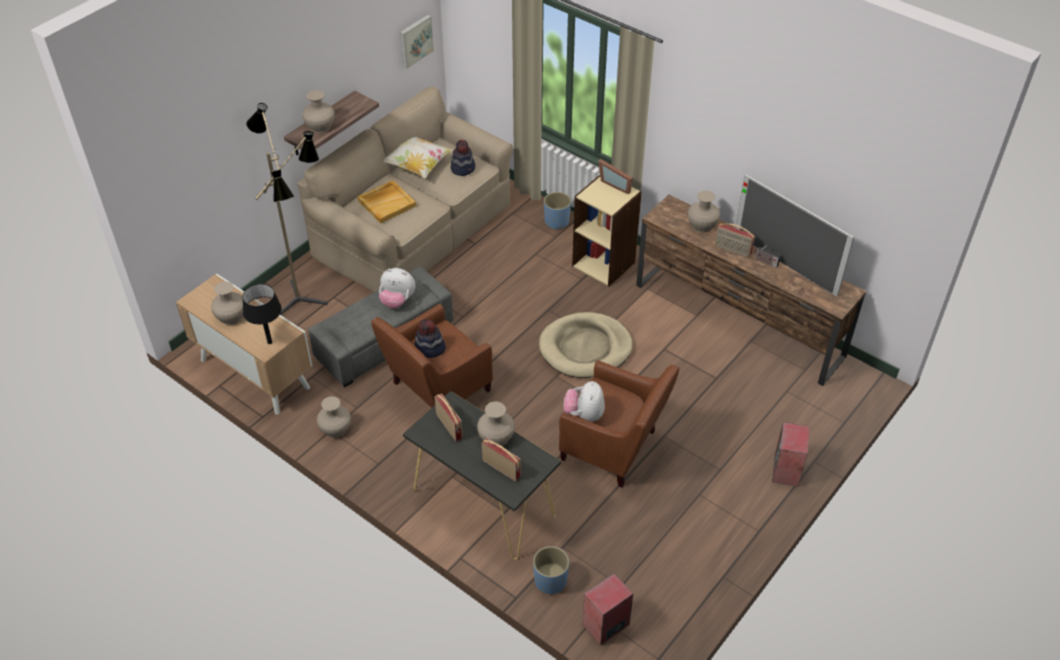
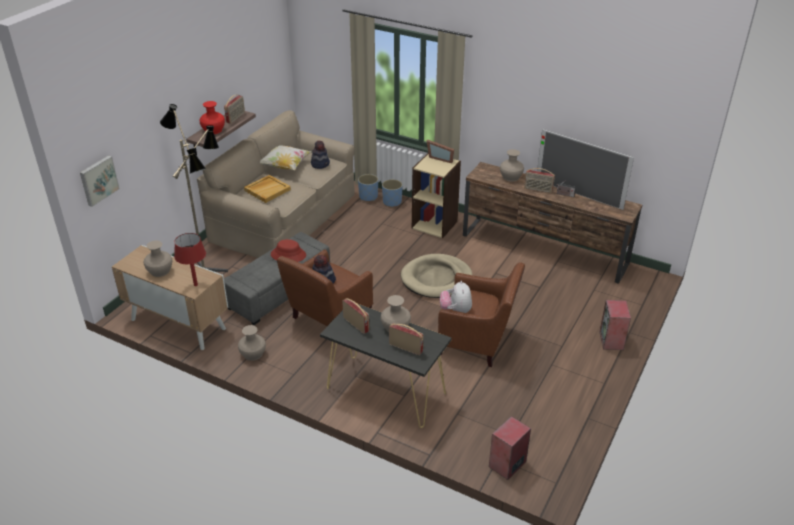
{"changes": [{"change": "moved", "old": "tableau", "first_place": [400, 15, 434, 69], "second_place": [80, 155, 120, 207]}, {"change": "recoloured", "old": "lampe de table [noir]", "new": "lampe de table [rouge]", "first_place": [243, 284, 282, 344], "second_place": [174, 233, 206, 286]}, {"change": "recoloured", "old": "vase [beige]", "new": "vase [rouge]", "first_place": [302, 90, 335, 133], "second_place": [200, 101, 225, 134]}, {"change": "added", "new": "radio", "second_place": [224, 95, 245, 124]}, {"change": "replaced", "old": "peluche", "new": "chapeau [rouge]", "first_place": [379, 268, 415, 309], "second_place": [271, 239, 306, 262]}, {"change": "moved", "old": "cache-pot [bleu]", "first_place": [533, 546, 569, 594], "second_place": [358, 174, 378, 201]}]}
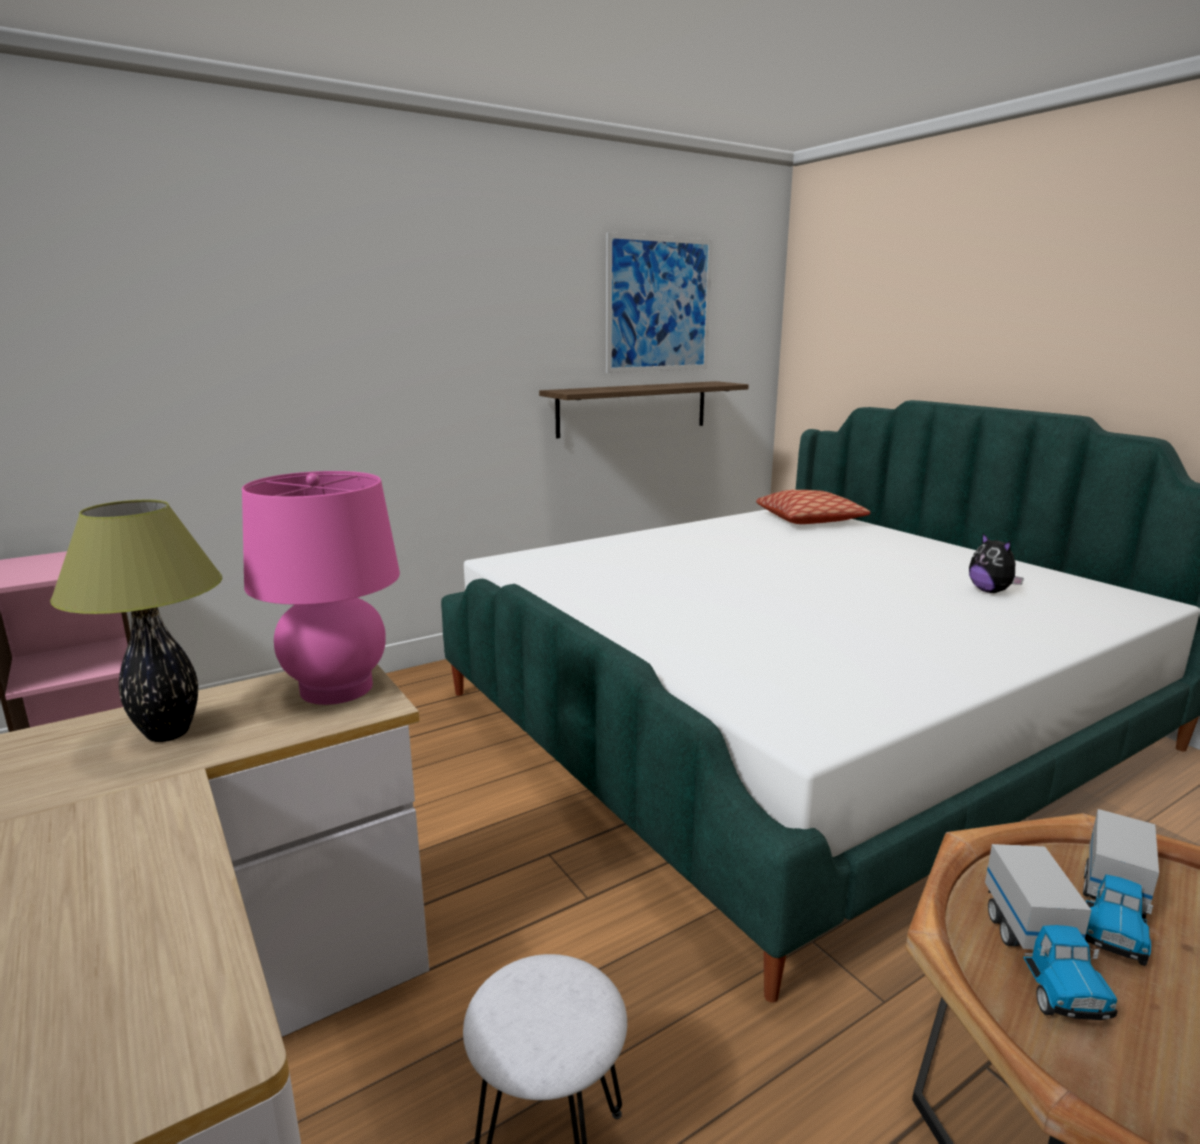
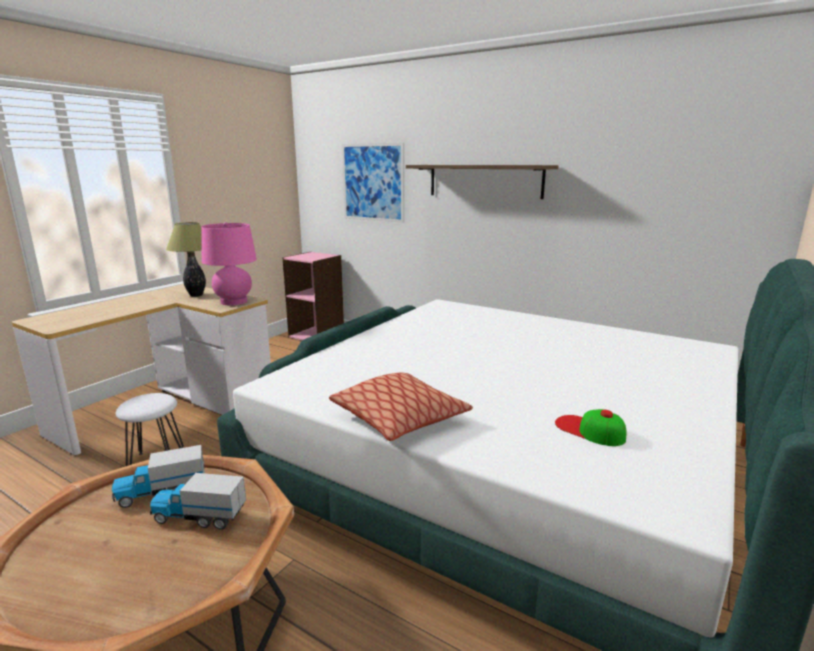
{"changes": [{"change": "moved", "old": "coussin", "first_place": [756, 490, 871, 524], "second_place": [329, 372, 473, 441]}, {"change": "moved", "old": "tableau", "first_place": [606, 232, 713, 373], "second_place": [342, 142, 404, 223]}, {"change": "moved", "old": "étagère", "first_place": [539, 381, 749, 438], "second_place": [406, 165, 558, 199]}, {"change": "replaced", "old": "peluche", "new": "casquette", "first_place": [969, 533, 1024, 593], "second_place": [555, 409, 626, 446]}]}
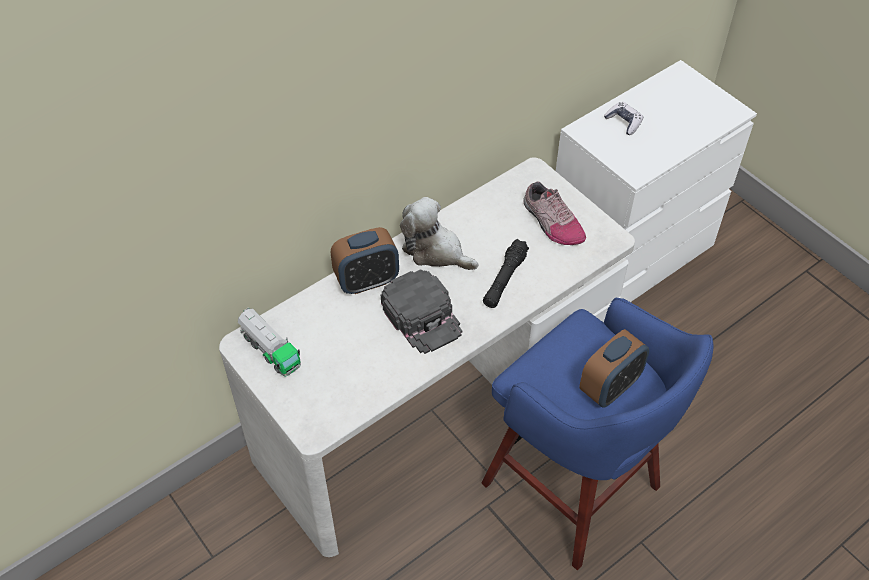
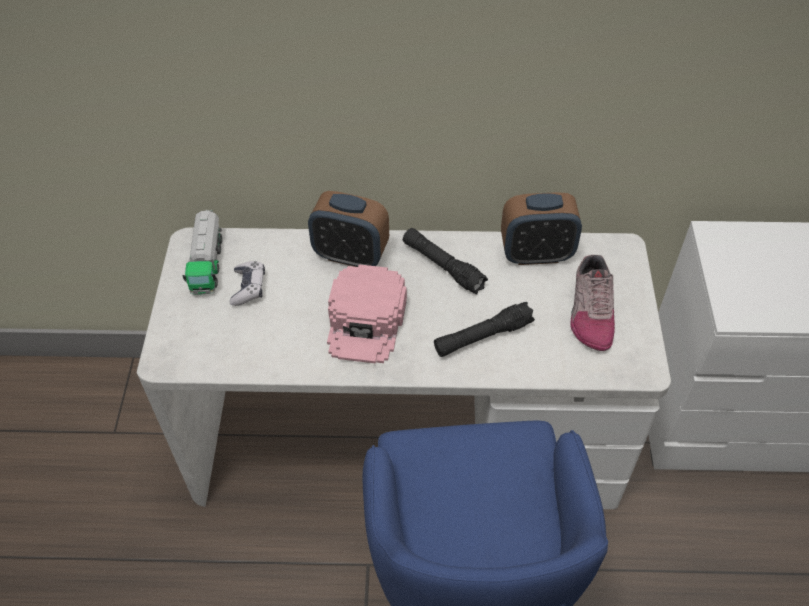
{"changes": [{"change": "moved", "old": "manette", "first_place": [604, 102, 643, 135], "second_place": [229, 261, 265, 306]}, {"change": "recoloured", "old": "casquette [noir]", "new": "casquette [rose]", "first_place": [381, 269, 462, 354], "second_place": [327, 264, 407, 364]}, {"change": "replaced", "old": "peluche", "new": "lampe de poche [noir]", "first_place": [400, 197, 479, 270], "second_place": [403, 228, 488, 295]}, {"change": "moved", "old": "réveil", "first_place": [579, 329, 649, 408], "second_place": [501, 192, 582, 265]}]}
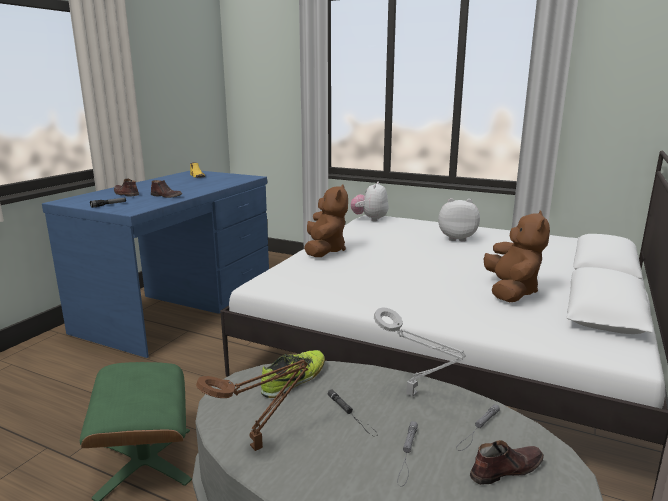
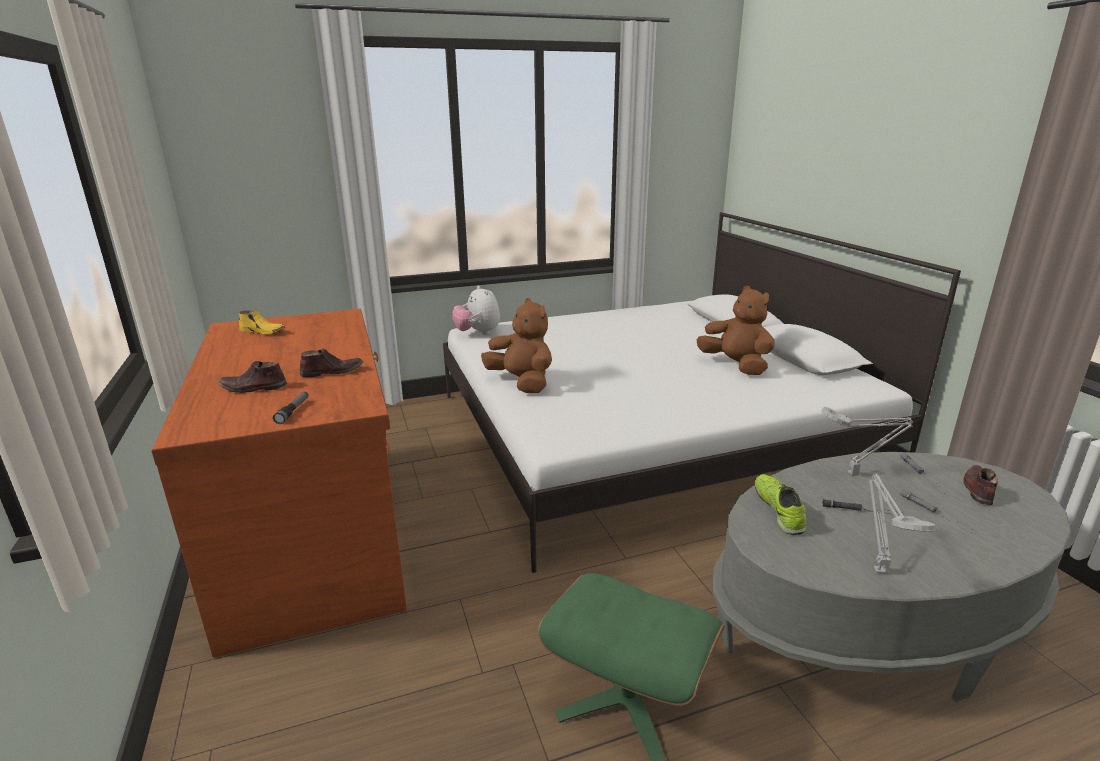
{"changes": [{"change": "recoloured", "old": "bureau [bleu]", "new": "bureau [marron]", "first_place": [42, 171, 269, 358], "second_place": [152, 309, 407, 658]}, {"change": "recoloured", "old": "lampe de table [marron]", "new": "lampe de table [gris]", "first_place": [196, 359, 308, 451], "second_place": [869, 474, 936, 574]}, {"change": "removed", "old": "peluche", "first_place": [438, 198, 480, 242]}]}
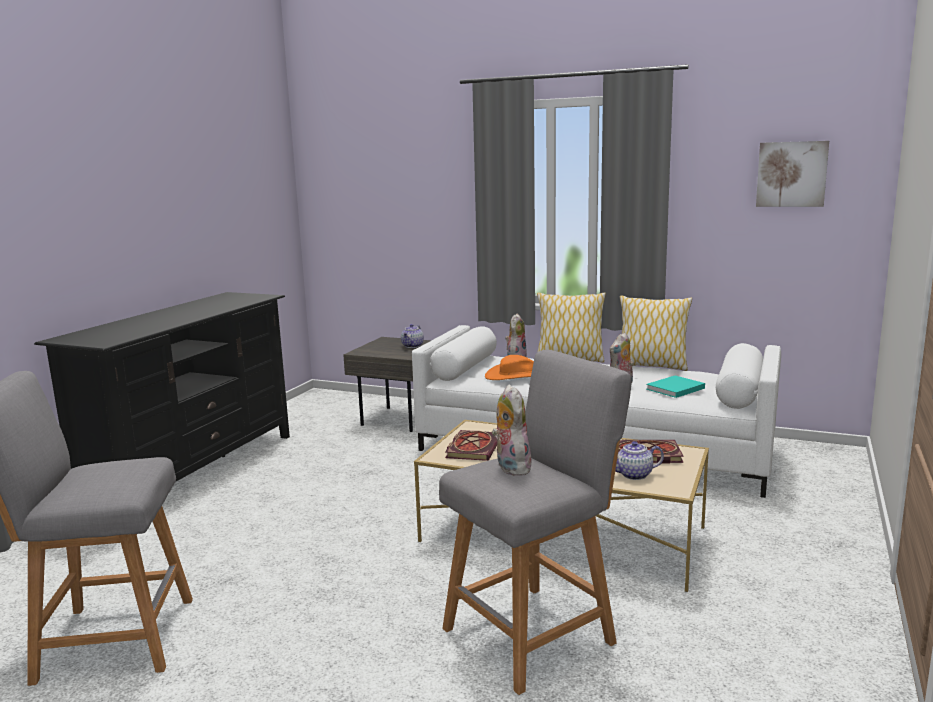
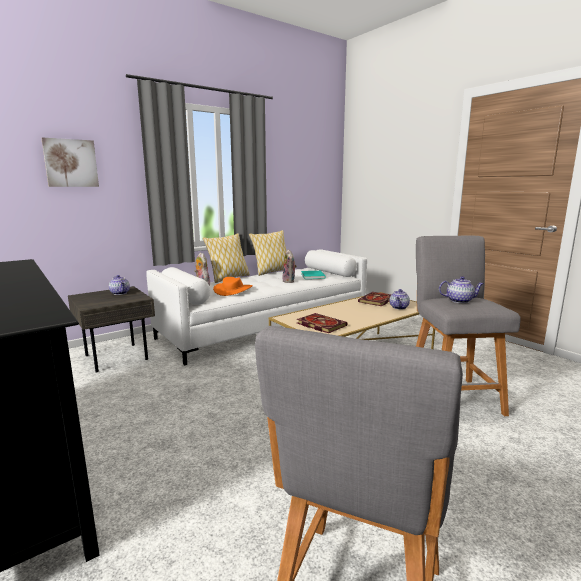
{"changes": [{"change": "moved", "old": "tableau", "first_place": [756, 141, 829, 207], "second_place": [41, 137, 99, 187]}, {"change": "replaced", "old": "peluche", "new": "théière", "first_place": [492, 384, 531, 476], "second_place": [439, 276, 484, 303]}]}
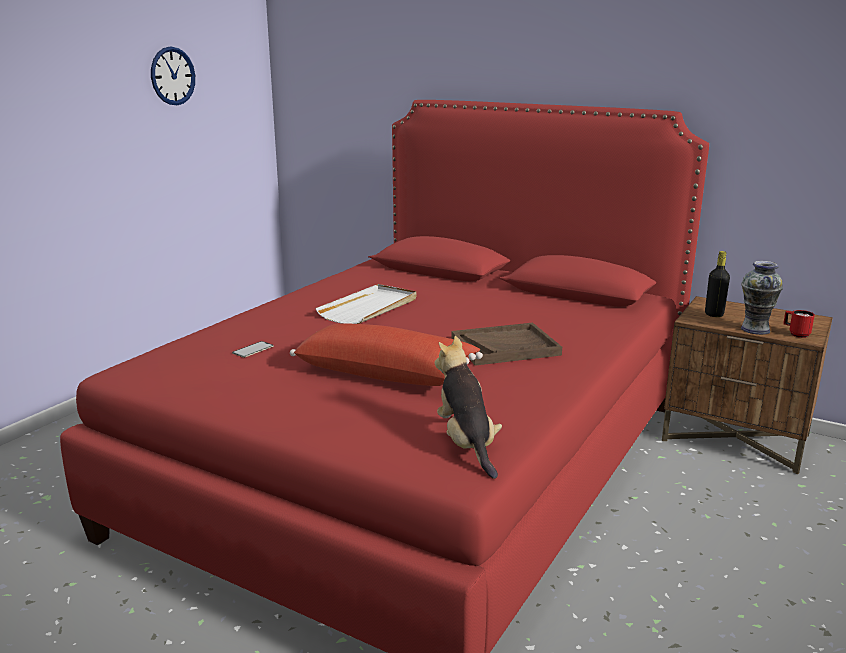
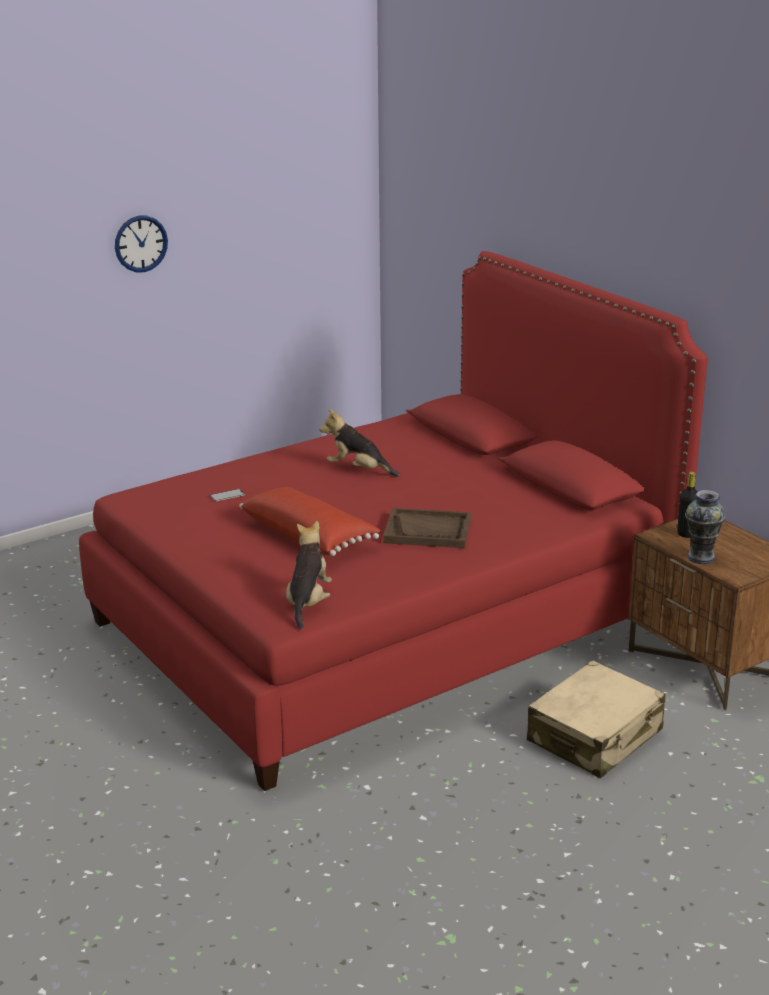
{"changes": [{"change": "moved", "old": "horloge murale", "first_place": [151, 47, 195, 105], "second_place": [115, 216, 168, 272]}, {"change": "replaced", "old": "plateau [blanc]", "new": "peluche", "first_place": [315, 284, 416, 324], "second_place": [319, 409, 400, 476]}, {"change": "added", "new": "valise [beige]", "second_place": [527, 660, 666, 778]}, {"change": "removed", "old": "mug [rouge]", "first_place": [783, 310, 815, 338]}]}
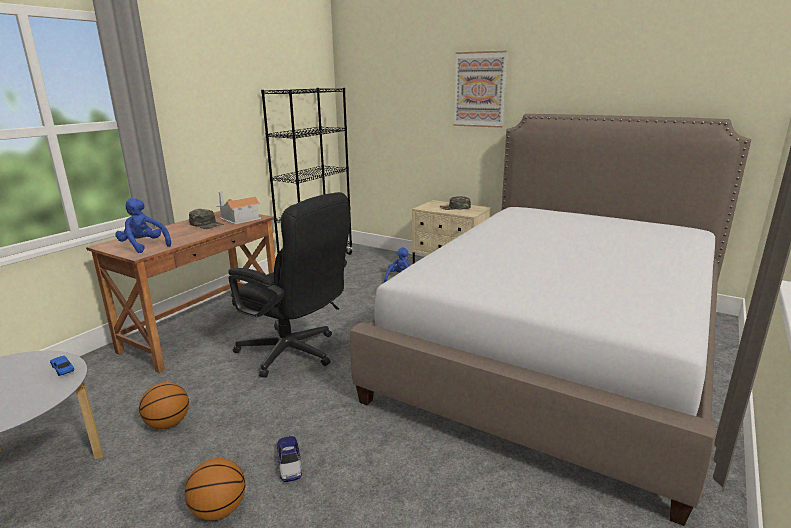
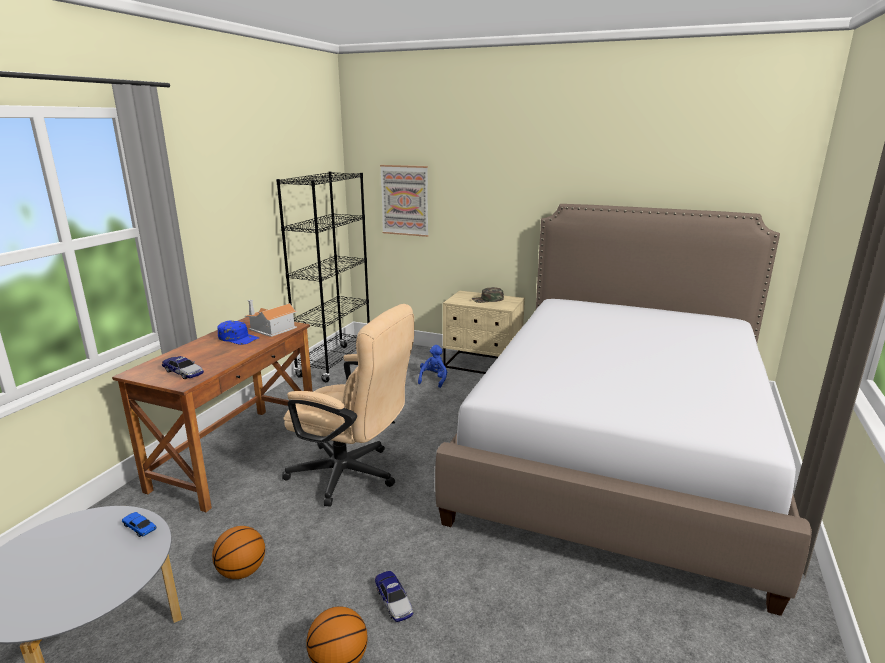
{"changes": [{"change": "replaced", "old": "peluche [bleu]", "new": "petite voiture", "first_place": [115, 198, 171, 253], "second_place": [162, 356, 204, 379]}, {"change": "recoloured", "old": "casquette [vert]", "new": "casquette [bleu]", "first_place": [189, 209, 224, 229], "second_place": [217, 321, 259, 345]}, {"change": "recoloured", "old": "chaise de bureau [noir]", "new": "chaise de bureau [beige]", "first_place": [228, 192, 350, 378], "second_place": [282, 304, 414, 507]}, {"change": "moved", "old": "tableau", "first_place": [453, 51, 507, 128], "second_place": [380, 165, 429, 237]}]}
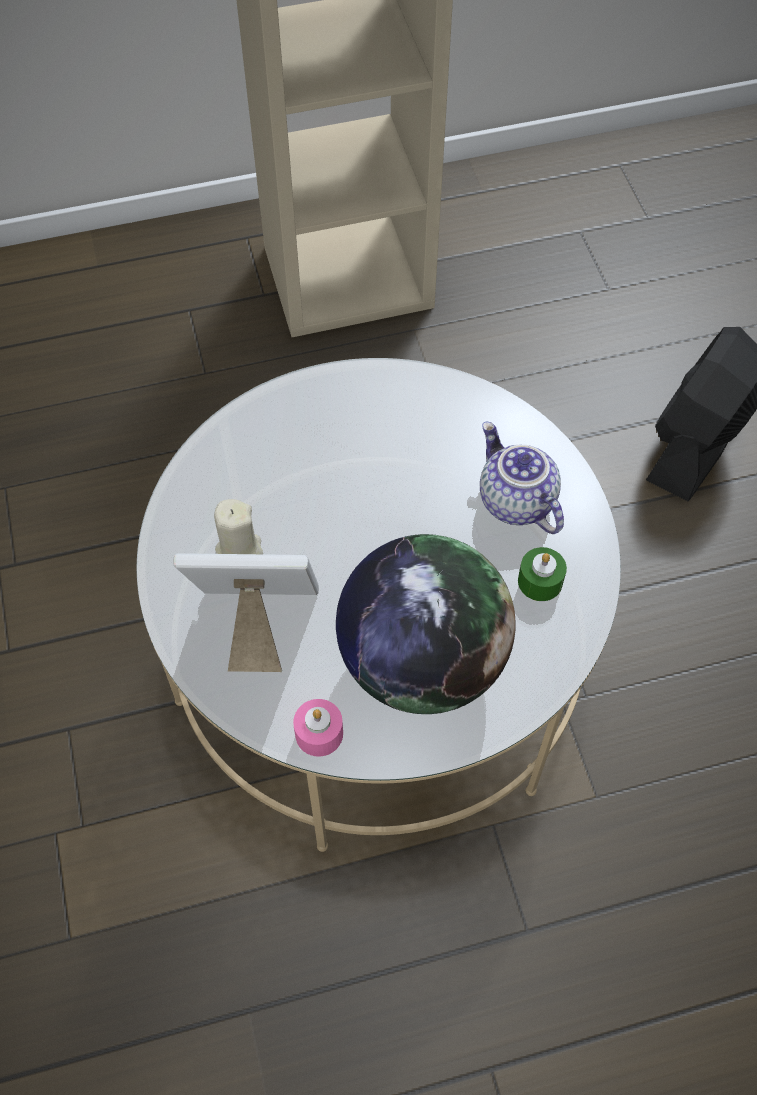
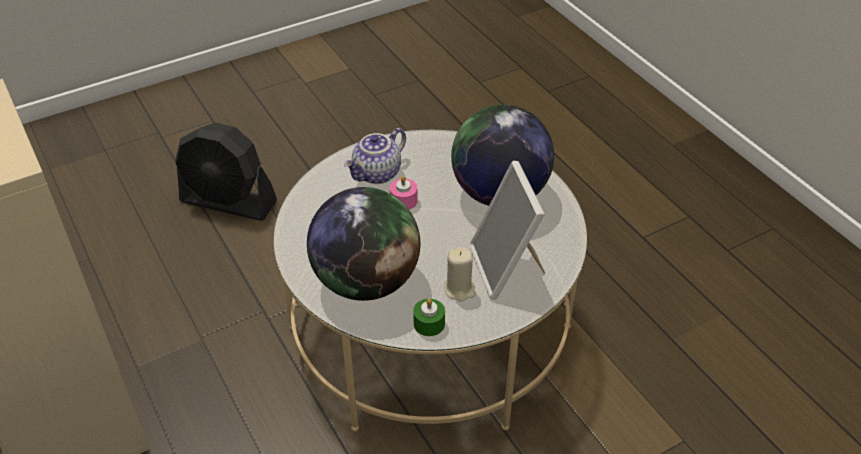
{"changes": [{"change": "added", "new": "globe", "second_place": [307, 187, 420, 301]}, {"change": "moved", "old": "bougie [rose]", "first_place": [293, 699, 343, 757], "second_place": [390, 176, 418, 210]}, {"change": "moved", "old": "bougie [vert]", "first_place": [518, 547, 567, 601], "second_place": [413, 299, 445, 336]}]}
